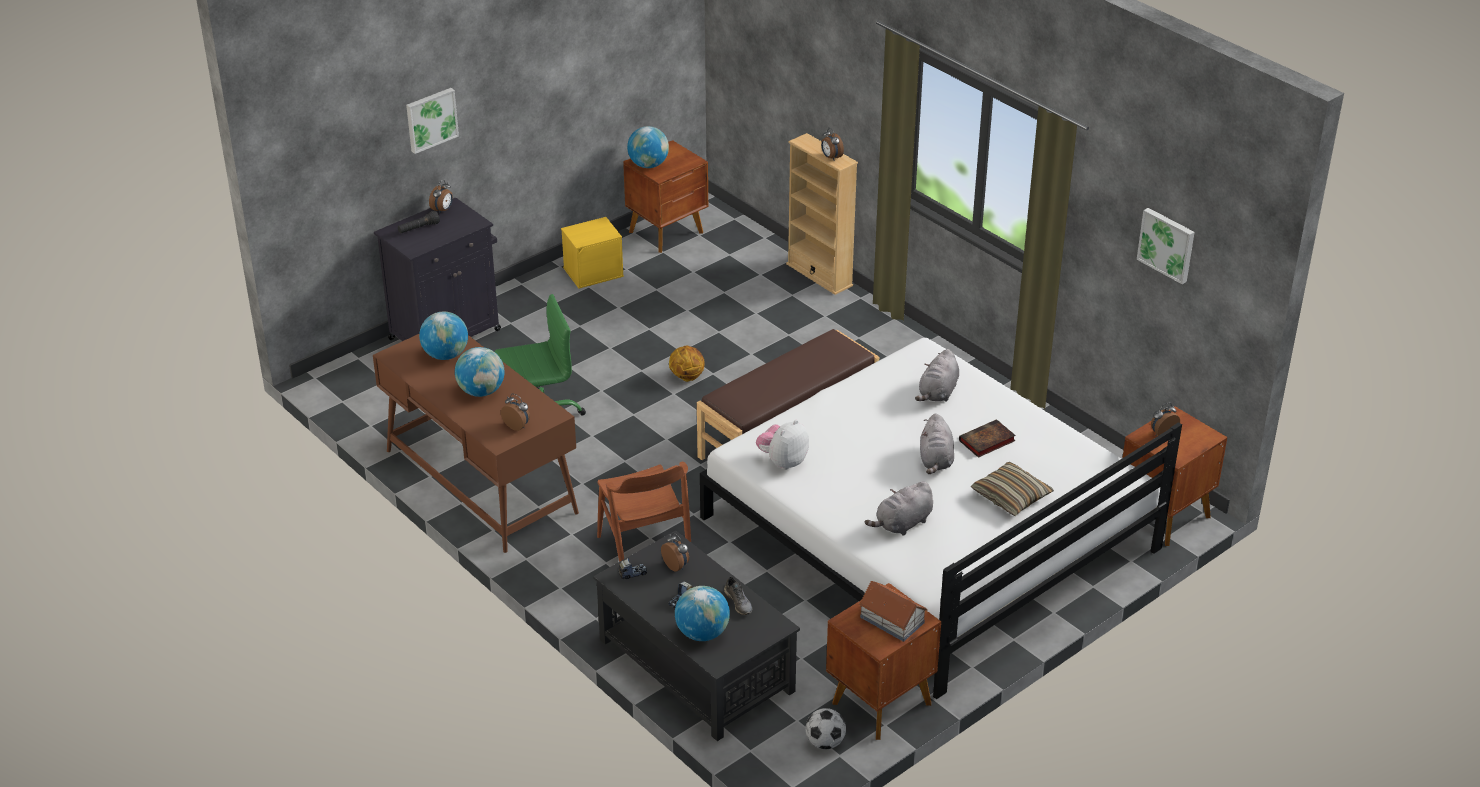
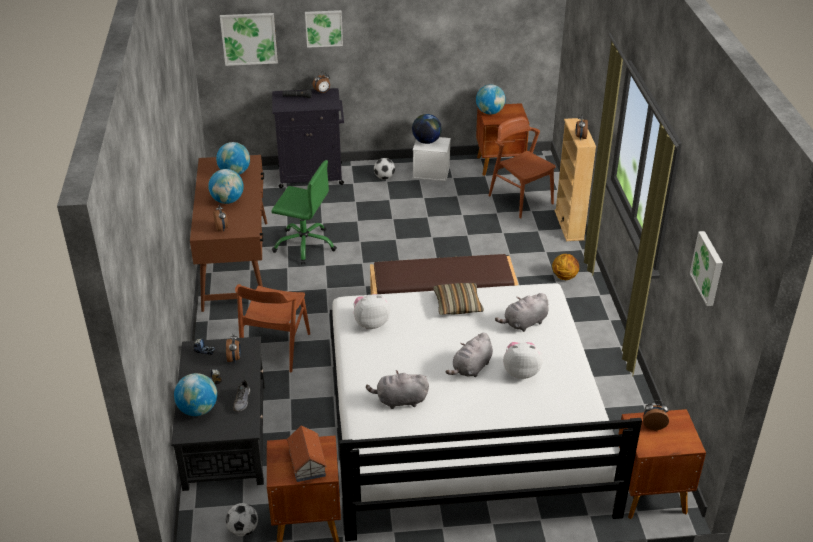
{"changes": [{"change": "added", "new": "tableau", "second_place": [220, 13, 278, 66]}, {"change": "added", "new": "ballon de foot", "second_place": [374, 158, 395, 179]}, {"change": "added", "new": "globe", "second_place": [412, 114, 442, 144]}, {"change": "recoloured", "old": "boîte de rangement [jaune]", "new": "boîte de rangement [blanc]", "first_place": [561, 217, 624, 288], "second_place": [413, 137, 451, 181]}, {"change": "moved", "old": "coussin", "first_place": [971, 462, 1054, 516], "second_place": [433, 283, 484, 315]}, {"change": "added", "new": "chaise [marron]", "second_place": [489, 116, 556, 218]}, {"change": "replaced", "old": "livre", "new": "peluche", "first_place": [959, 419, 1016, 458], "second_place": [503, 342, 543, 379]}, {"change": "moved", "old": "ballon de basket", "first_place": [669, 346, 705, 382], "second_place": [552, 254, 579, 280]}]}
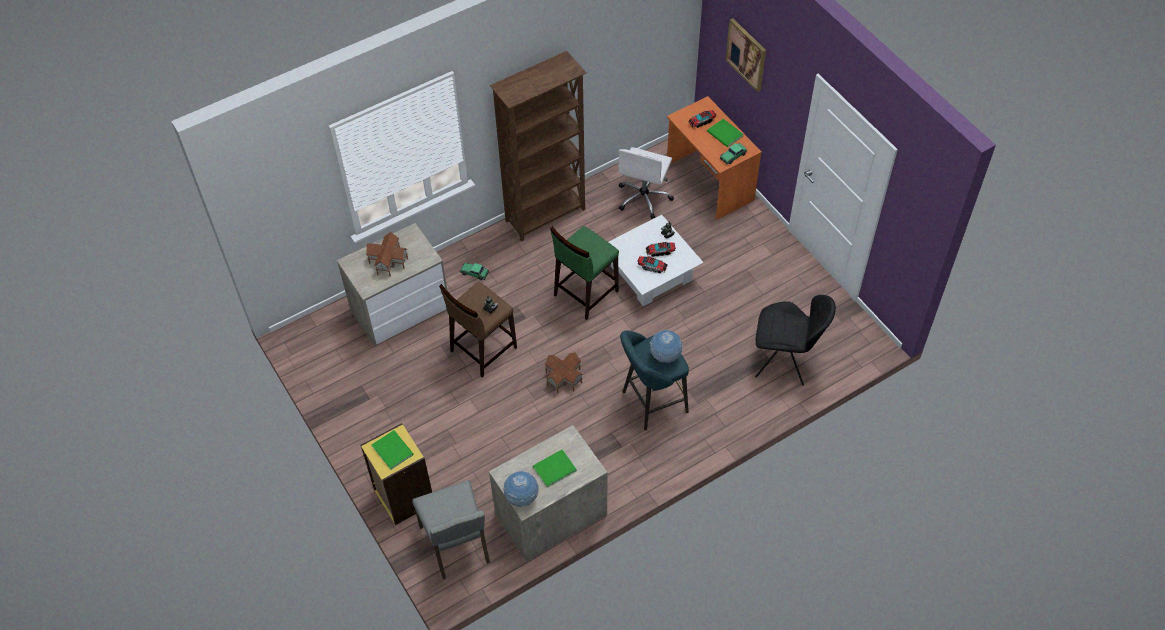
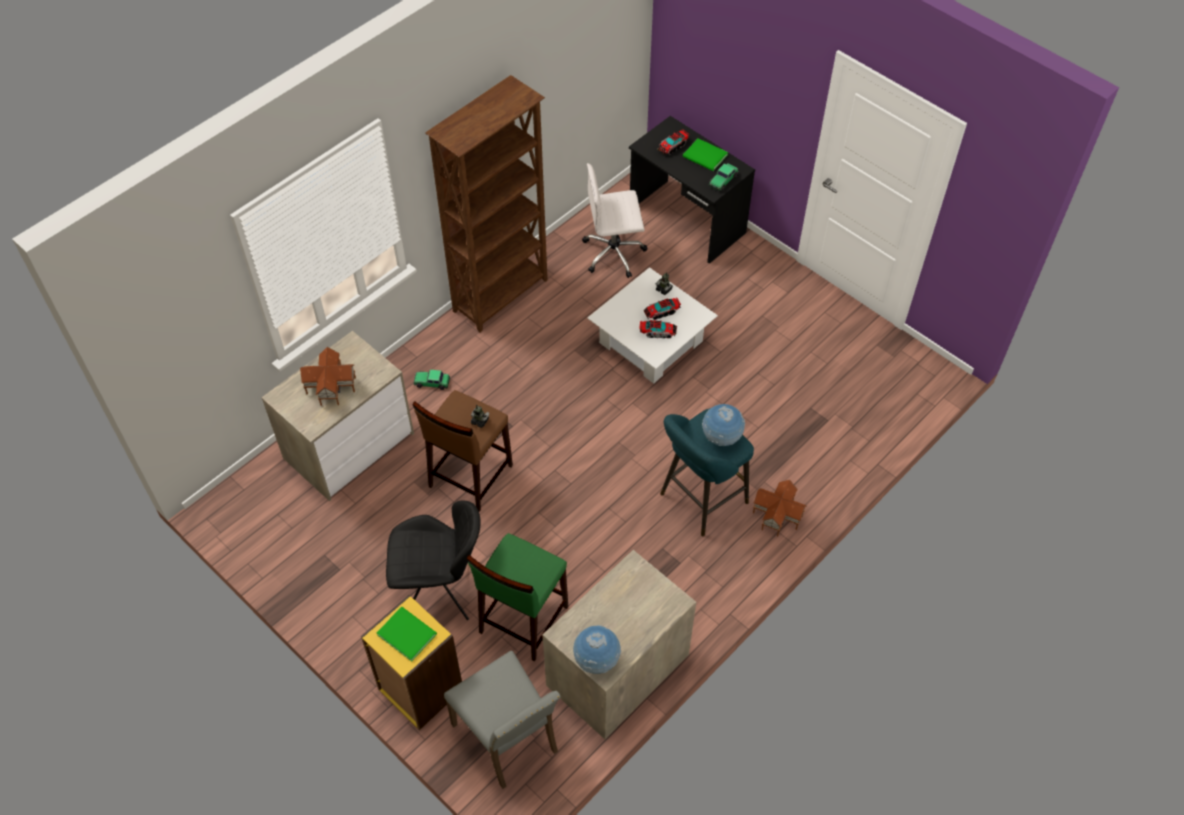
{"changes": [{"change": "moved", "old": "chaise [noir]", "first_place": [755, 295, 836, 385], "second_place": [386, 500, 481, 620]}, {"change": "moved", "old": "tabouret [vert]", "first_place": [550, 226, 619, 320], "second_place": [466, 533, 568, 662]}, {"change": "turned", "old": "chaise de bureau [blanc]", "first_place": [618, 147, 674, 219], "second_place": [582, 163, 648, 278], "degrees": 75}, {"change": "recoloured", "old": "bureau [orange]", "new": "bureau [noir]", "first_place": [667, 96, 762, 220], "second_place": [629, 116, 755, 264]}, {"change": "moved", "old": "maison miniature", "first_place": [544, 353, 583, 393], "second_place": [753, 480, 807, 536]}, {"change": "removed", "old": "livre [vert]", "first_place": [533, 449, 577, 488]}, {"change": "removed", "old": "tableau", "first_place": [726, 18, 766, 92]}]}
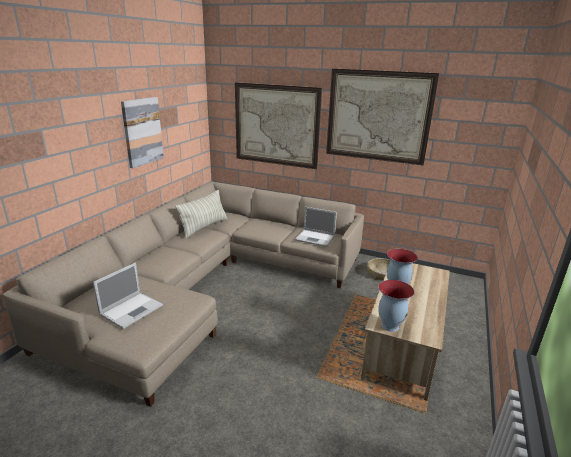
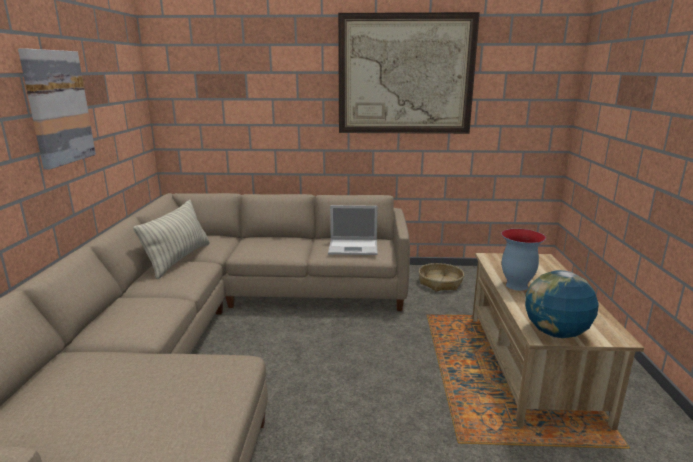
{"changes": [{"change": "replaced", "old": "vase", "new": "globe", "first_place": [378, 280, 414, 332], "second_place": [525, 270, 599, 338]}, {"change": "removed", "old": "ordinateur portable", "first_place": [93, 263, 163, 329]}, {"change": "removed", "old": "tableau", "first_place": [235, 82, 322, 169]}]}
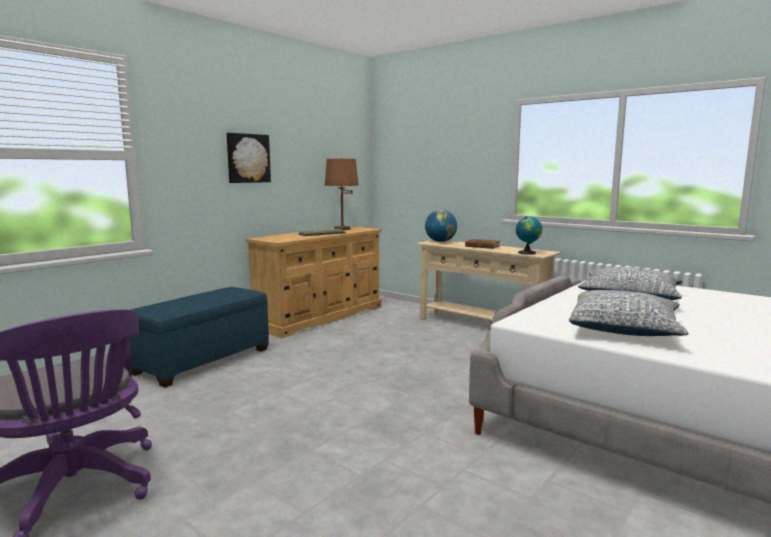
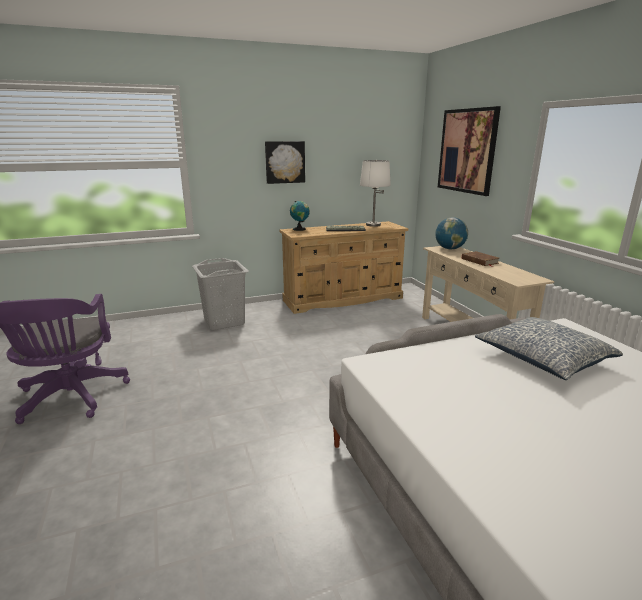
{"changes": [{"change": "replaced", "old": "pouf [bleu]", "new": "panier à linge [gris]", "first_place": [129, 287, 269, 387], "second_place": [192, 258, 249, 330]}, {"change": "moved", "old": "globe", "first_place": [516, 216, 542, 255], "second_place": [290, 201, 310, 231]}, {"change": "recoloured", "old": "lampe de table [marron]", "new": "lampe de table [blanc]", "first_place": [325, 158, 359, 230], "second_place": [360, 160, 391, 227]}, {"change": "added", "new": "tableau", "second_place": [438, 106, 501, 196]}, {"change": "removed", "old": "coussin", "first_place": [569, 290, 689, 336]}]}
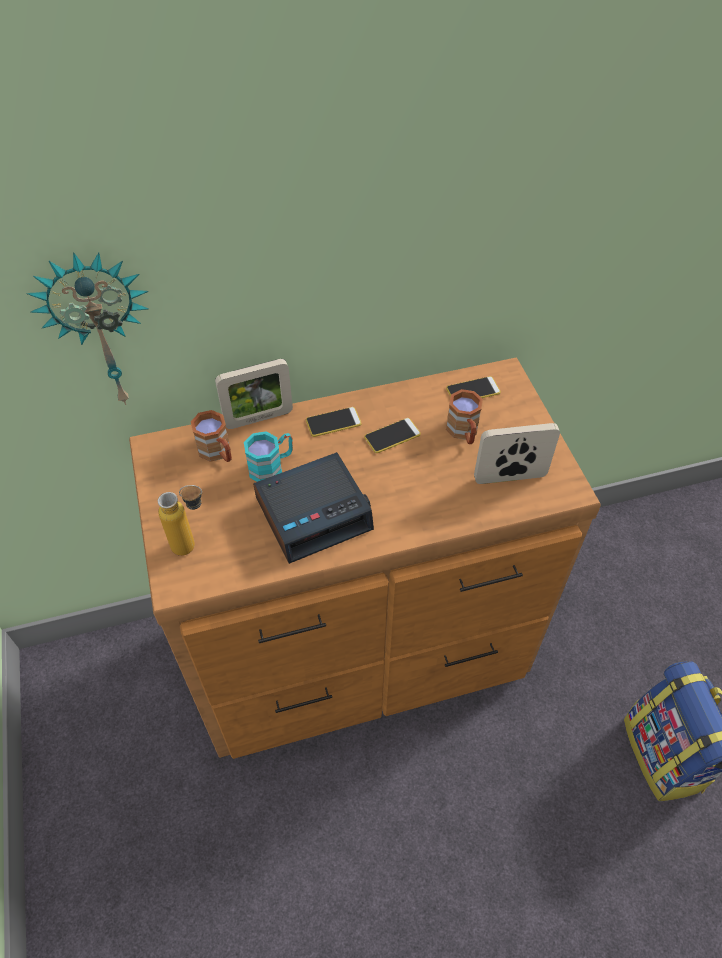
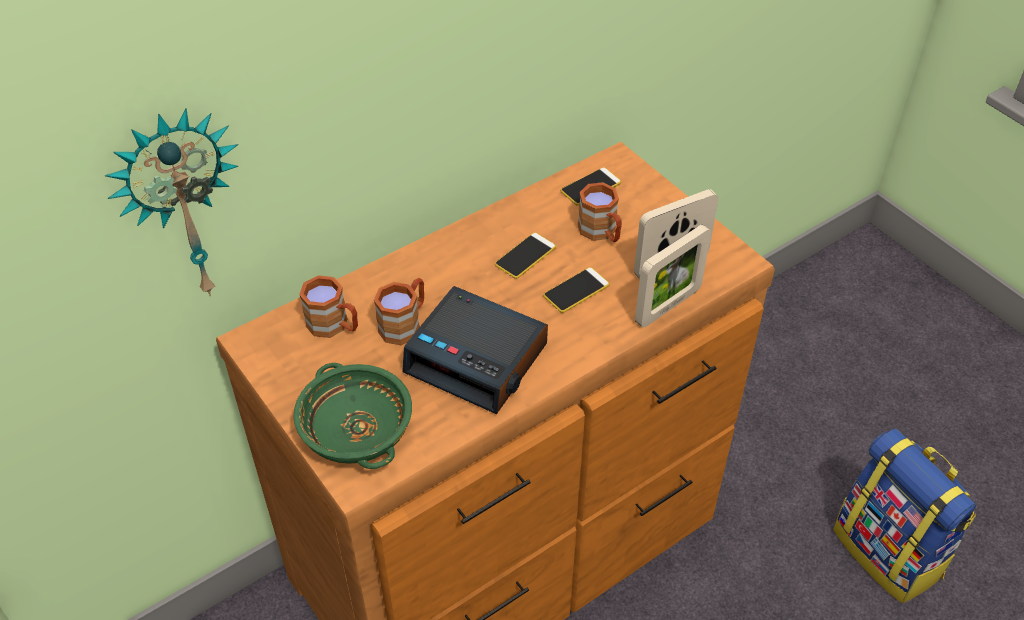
{"changes": [{"change": "replaced", "old": "bouteille", "new": "bol [vert]", "first_place": [158, 485, 202, 556], "second_place": [294, 363, 412, 469]}, {"change": "recoloured", "old": "mug [turquoise]", "new": "mug [marron]", "first_place": [244, 431, 293, 482], "second_place": [374, 278, 424, 345]}, {"change": "turned", "old": "réveil", "first_place": [253, 452, 374, 564], "second_place": [402, 286, 548, 414], "degrees": 75}, {"change": "moved", "old": "téléphone", "first_place": [306, 407, 362, 437], "second_place": [543, 267, 610, 313]}, {"change": "moved", "old": "cadre photo", "first_place": [215, 359, 293, 429], "second_place": [635, 225, 711, 328]}]}
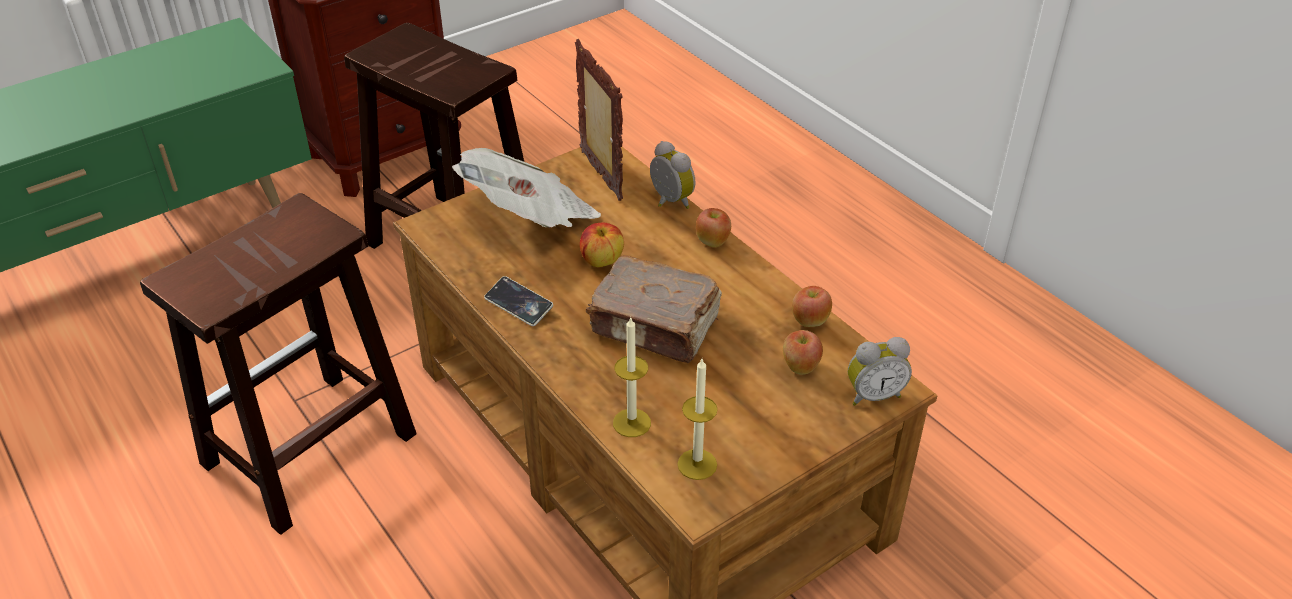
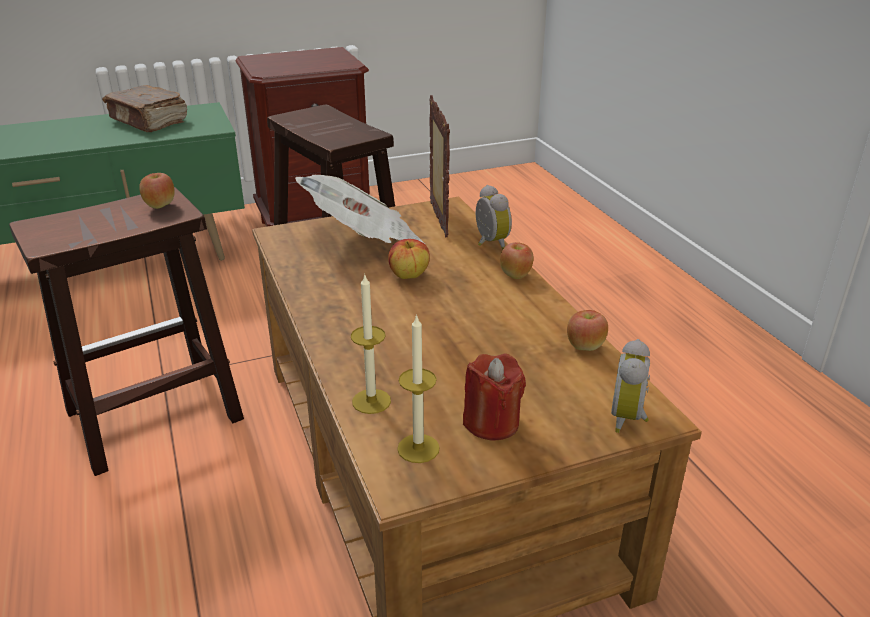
{"changes": [{"change": "moved", "old": "livre [marron]", "first_place": [586, 255, 722, 363], "second_place": [102, 85, 187, 132]}, {"change": "moved", "old": "pomme", "first_place": [783, 330, 823, 375], "second_place": [139, 173, 175, 209]}, {"change": "added", "new": "bougie [rouge]", "second_place": [463, 354, 526, 440]}, {"change": "turned", "old": "réveil", "first_place": [848, 337, 912, 406], "second_place": [611, 339, 650, 433], "degrees": 105}, {"change": "removed", "old": "téléphone", "first_place": [484, 276, 553, 326]}]}
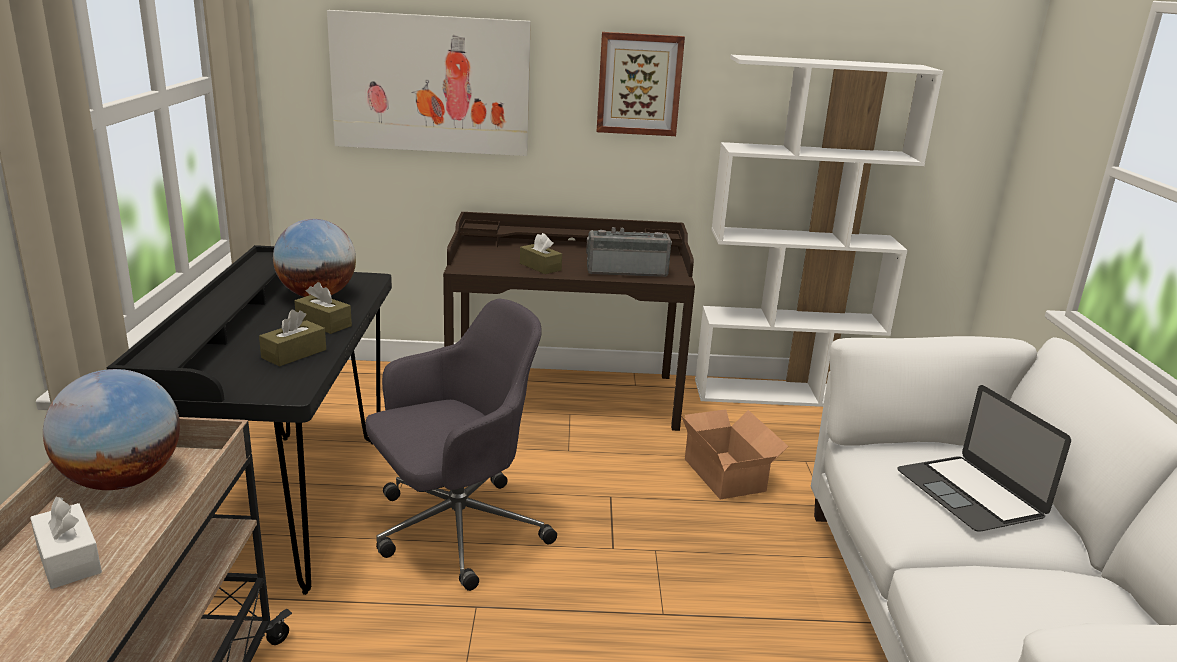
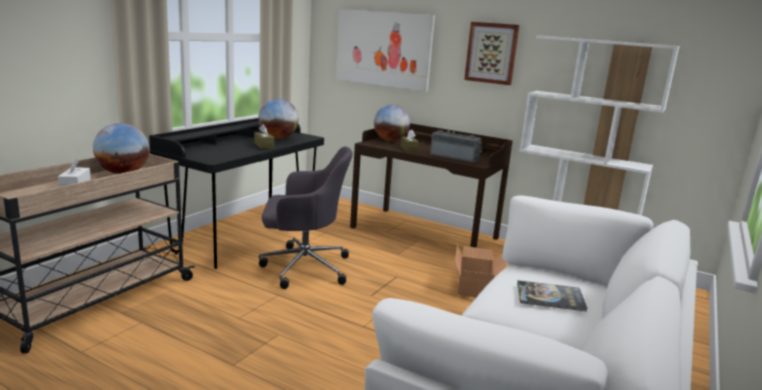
{"changes": [{"change": "added", "new": "globe", "second_place": [374, 105, 410, 141]}, {"change": "replaced", "old": "ordinateur portable", "new": "livre", "first_place": [897, 385, 1071, 532], "second_place": [517, 280, 588, 312]}, {"change": "removed", "old": "boîte à mouchoirs [marron]", "first_place": [259, 310, 326, 367]}]}
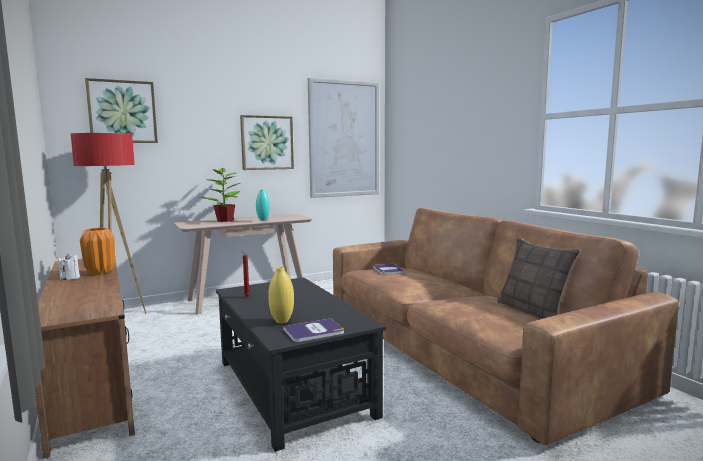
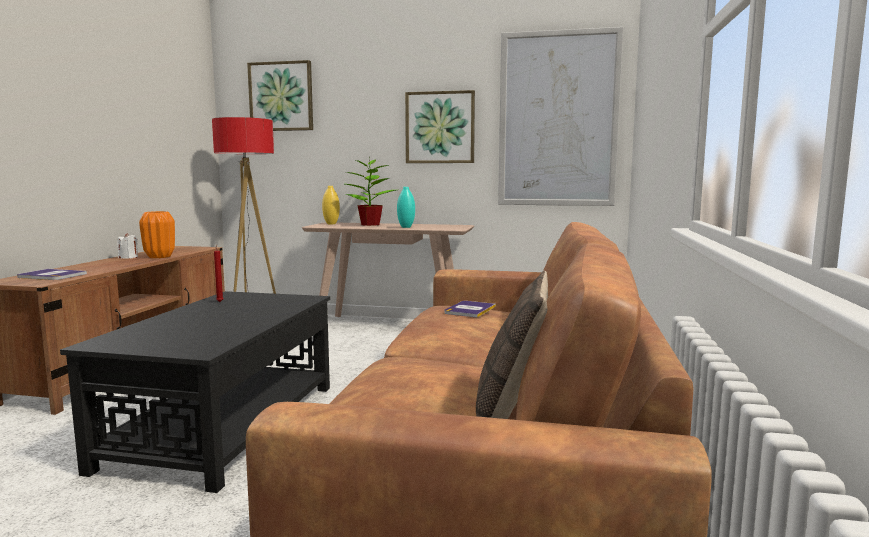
{"changes": [{"change": "moved", "old": "livre", "first_place": [283, 318, 344, 342], "second_place": [17, 269, 87, 280]}, {"change": "moved", "old": "vase [jaune]", "first_place": [268, 267, 294, 323], "second_place": [322, 186, 340, 224]}]}
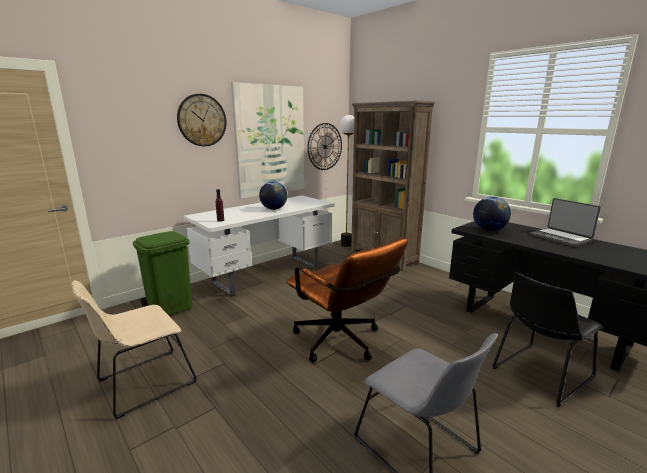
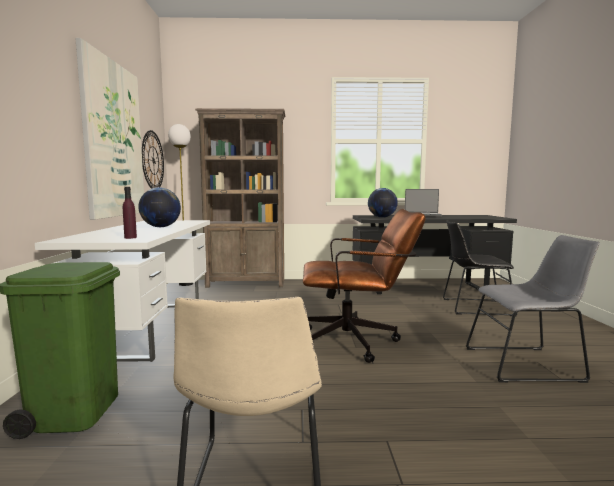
{"changes": [{"change": "turned", "old": "chaise [noir]", "first_place": [492, 272, 603, 407], "second_place": [443, 220, 518, 316], "degrees": 90}, {"change": "removed", "old": "horloge murale", "first_place": [177, 94, 227, 146]}]}
